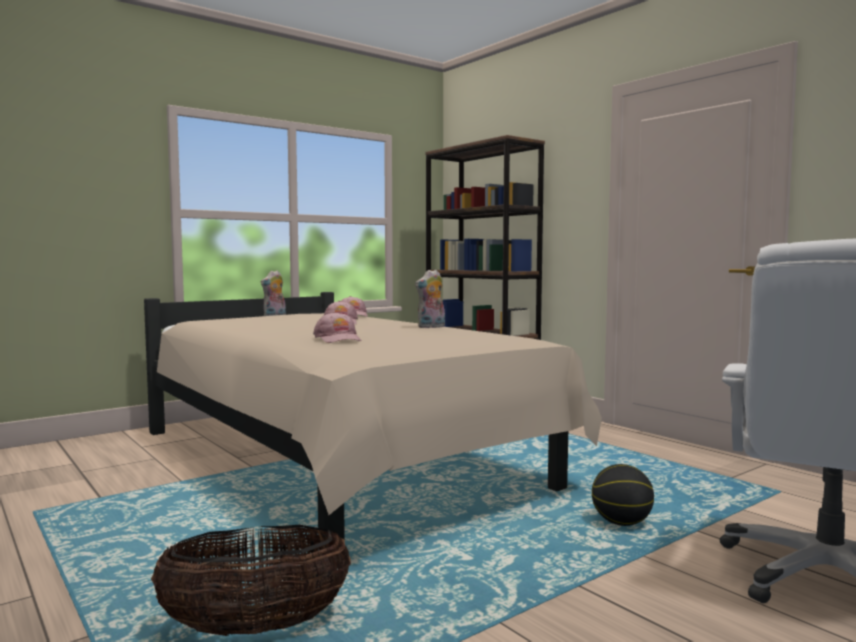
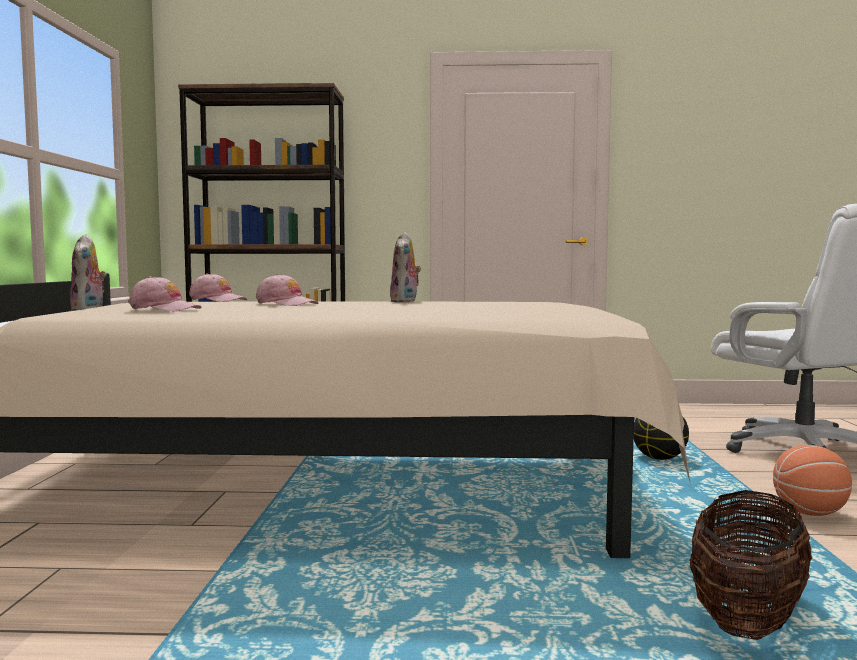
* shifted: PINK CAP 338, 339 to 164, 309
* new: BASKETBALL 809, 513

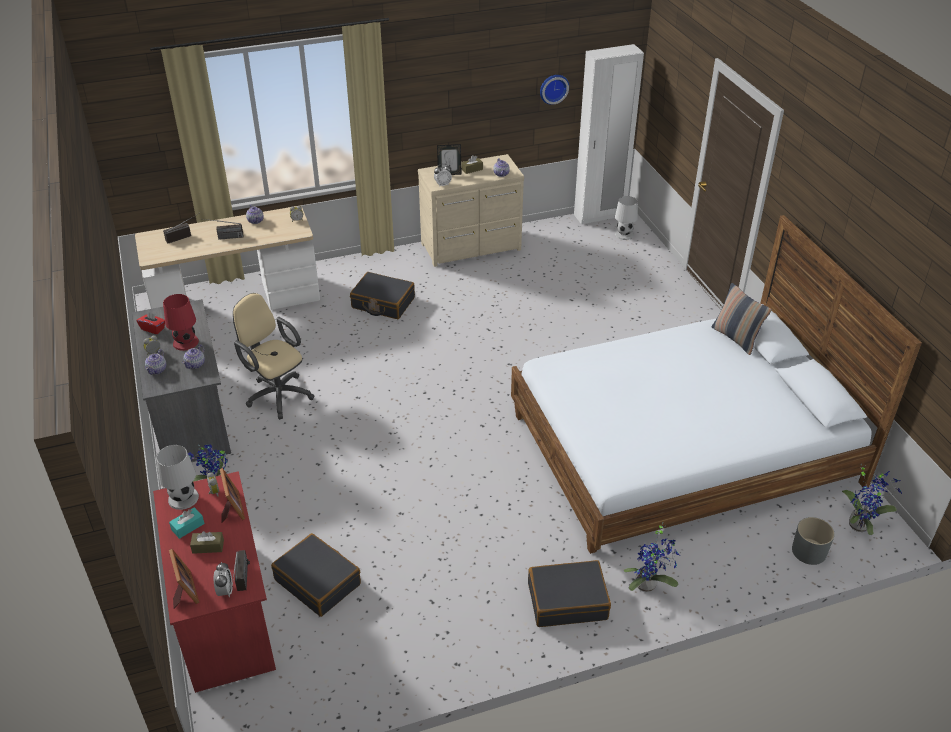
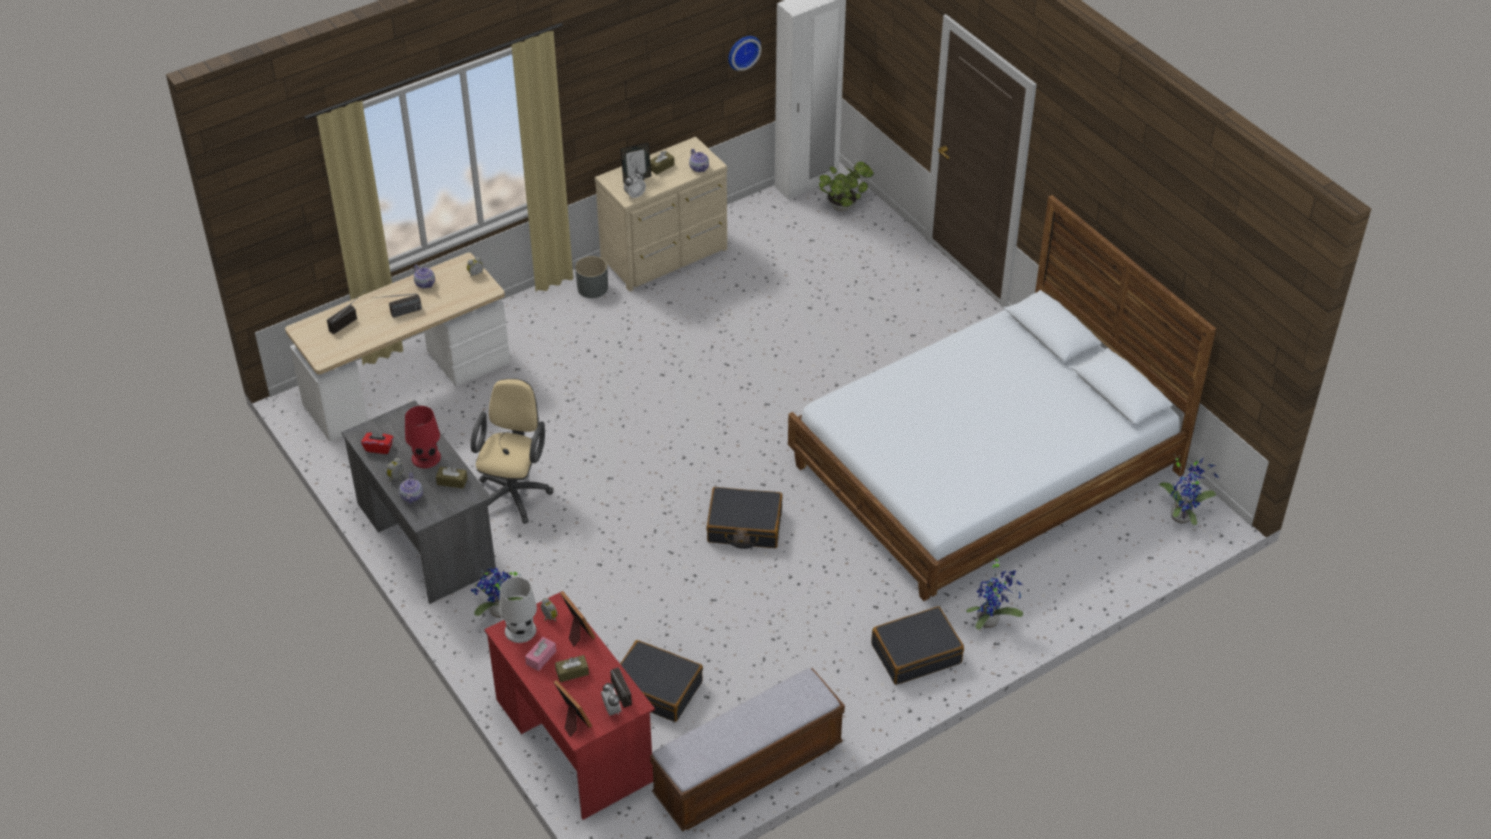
* repainted: TURQUOISE TISSUE BOX 188, 527 to PINK TISSUE BOX 541, 657
* swapped: TEAPOT 195, 364 to BROWN TISSUE BOX 452, 481
* rotated: BEIGE OFFICE CHAIR 277, 394 = 514, 492 75 degrees clockwise
* shifted: BLACK SUITCASE 383, 303 to 744, 526
* swapped: WHITE TABLE LAMP 624, 234 to POTTED PLANT 844, 205
* gone: PILLOW 736, 338
* shifted: GREY PLANTER 809, 551 to 593, 288
* new: BENCH 748, 771

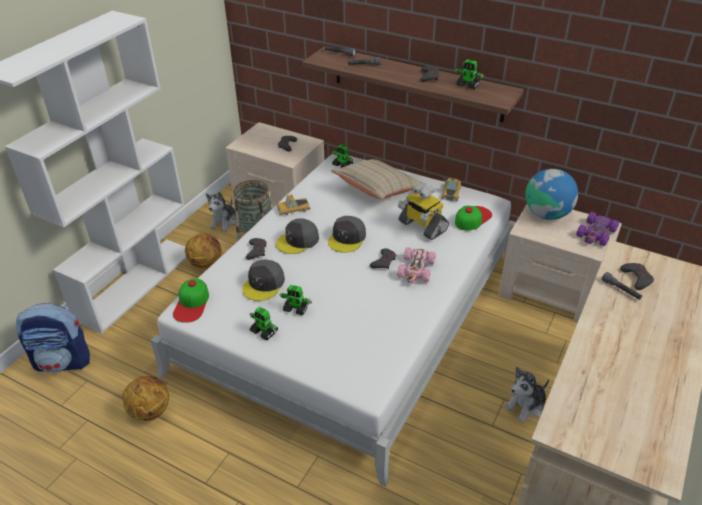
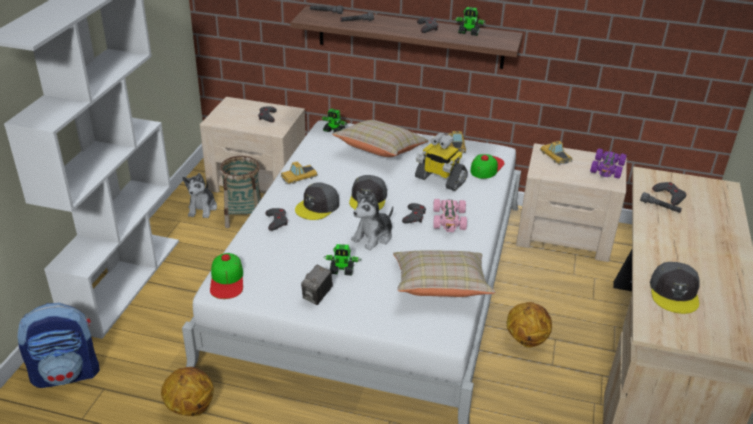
* shifted: BASKETBALL 206, 263 to 526, 339
* shifted: GREY CAP 264, 284 to 674, 293
* swapped: TOY ROBOT 264, 331 to PHOTO CAMERA 317, 296
* shifted: PLUSH TOY 526, 406 to 373, 237
* swapped: GLOBE 546, 214 to TOY CAR 555, 156
* new: BEIGE PILLOW 440, 287

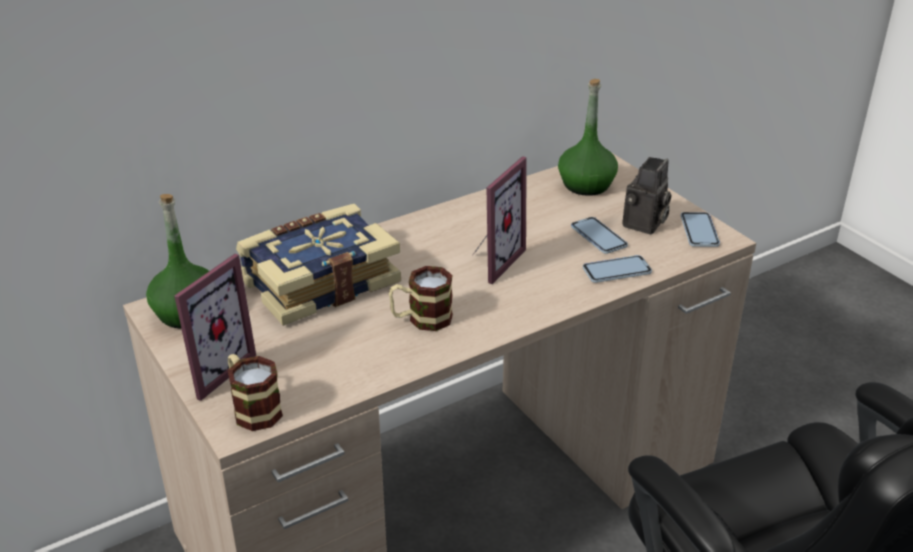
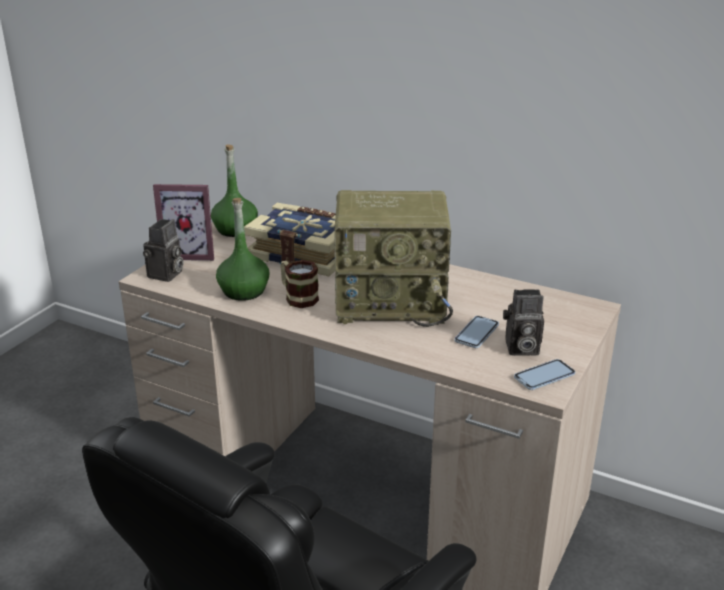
* swapped: MUG 252, 408 to PHOTO CAMERA 166, 275
* swapped: PICTURE FRAME 491, 261 to RADIO 392, 301
* shifted: GREEN BOTTLE 586, 185 to 243, 291
* gone: PHONE 616, 271

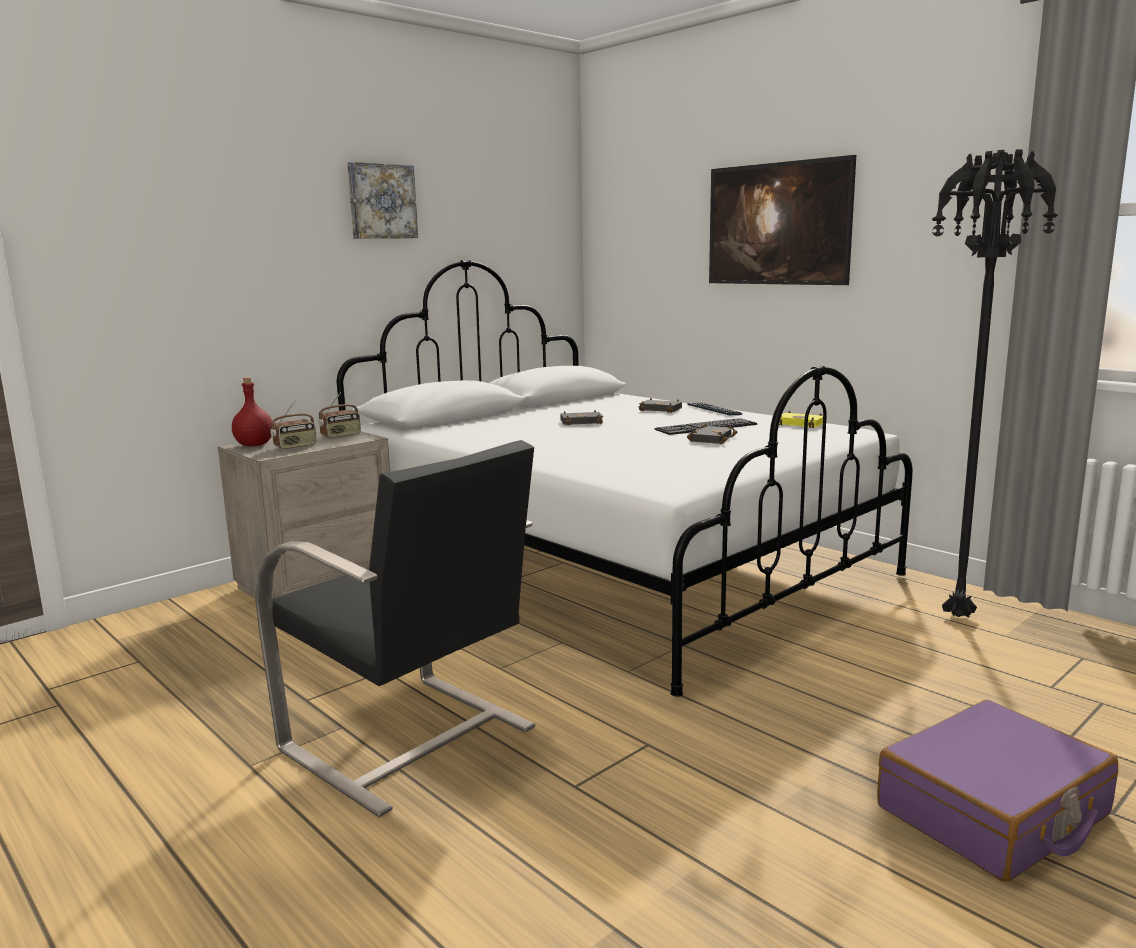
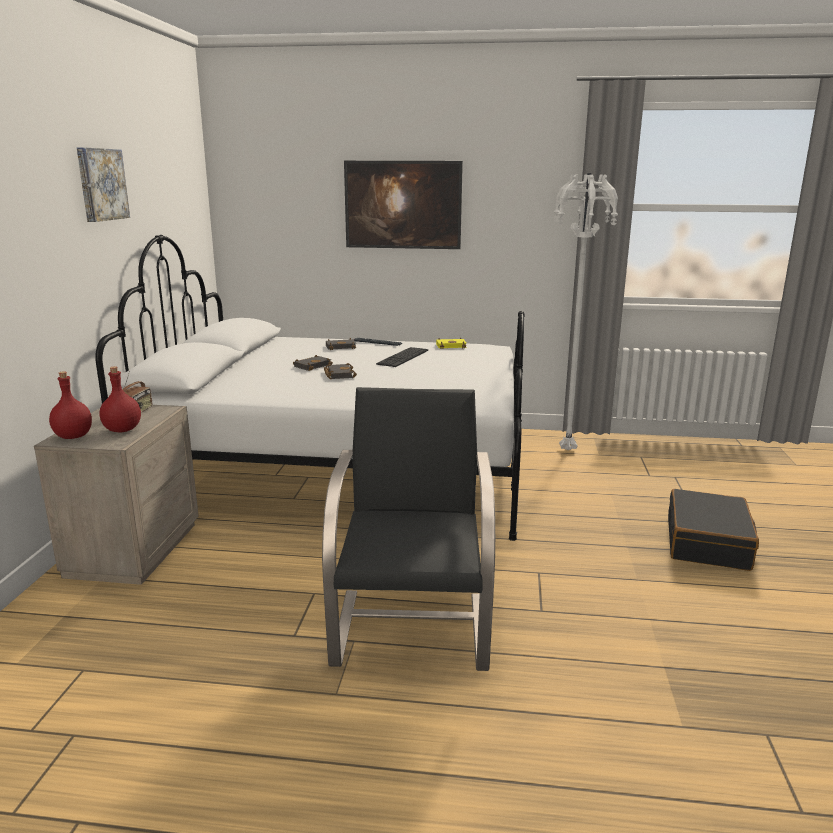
* rotated: BLACK ARMCHAIR 410, 740 = 412, 628 90 degrees counterclockwise
* swapped: RADIO 295, 446 to RED BOTTLE 122, 430
* shifted: BLACK BOOK 710, 439 to 338, 374
* repainted: PURPLE SUITCASE 993, 812 to BLACK SUITCASE 708, 543
* repainted: BLACK FLOOR LAMP 954, 616 to WHITE FLOOR LAMP 566, 450

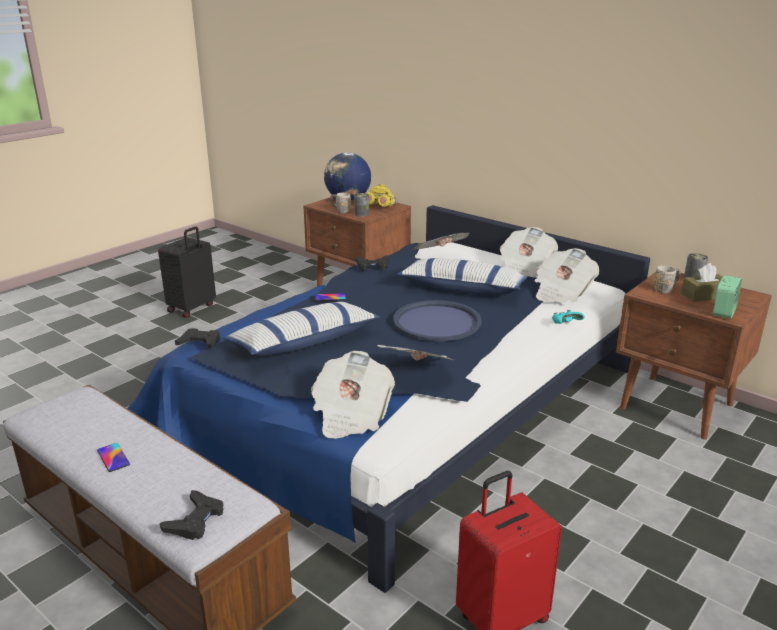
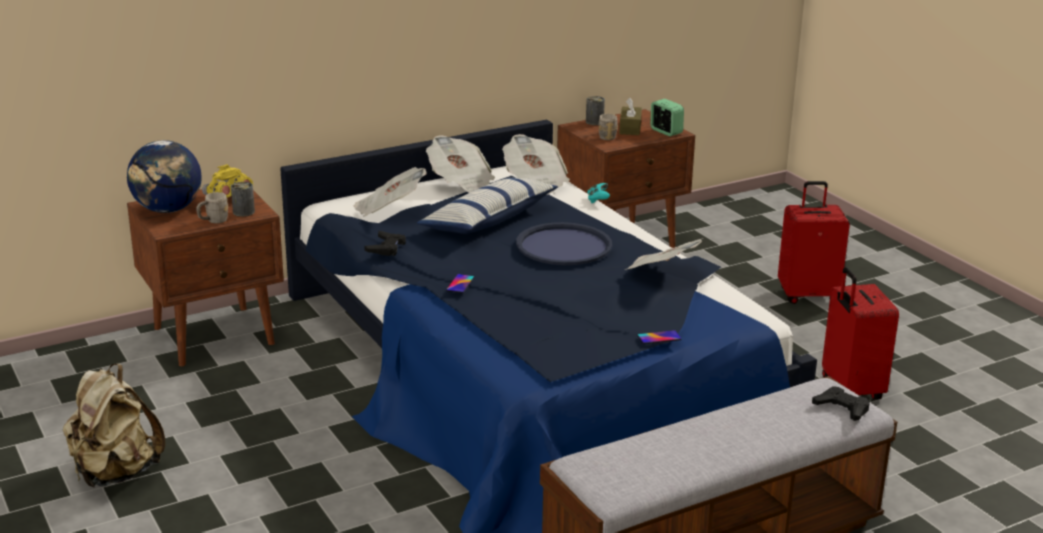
* shifted: PHONE 113, 457 to 659, 337
* swapped: BLACK SUITCASE 192, 308 to BEIGE BACKPACK 115, 473
* gone: BLACK GAME CONTROLLER 199, 342
* gone: PILLOW 303, 342
* gone: NEWSPAPER 351, 415
* new: RED SUITCASE 808, 295

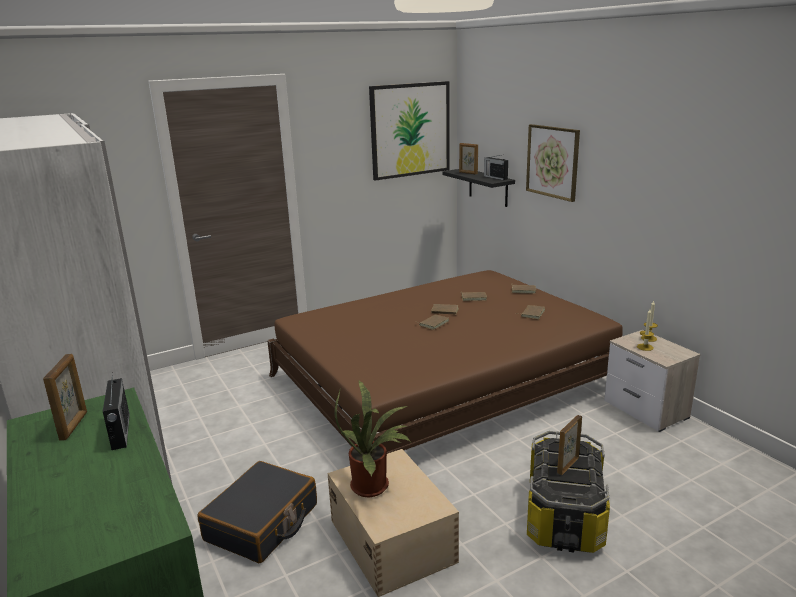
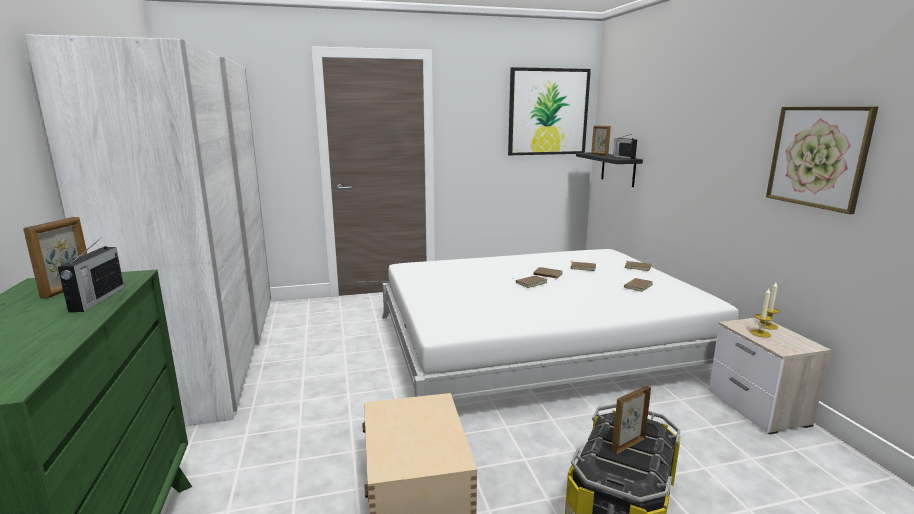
* gone: BLACK SUITCASE 262, 523
* repainted: BROWN BED 443, 381 to WHITE BED 539, 345
* gone: POTTED PLANT 374, 486
* shifted: PICTURE 552, 161 to 818, 157

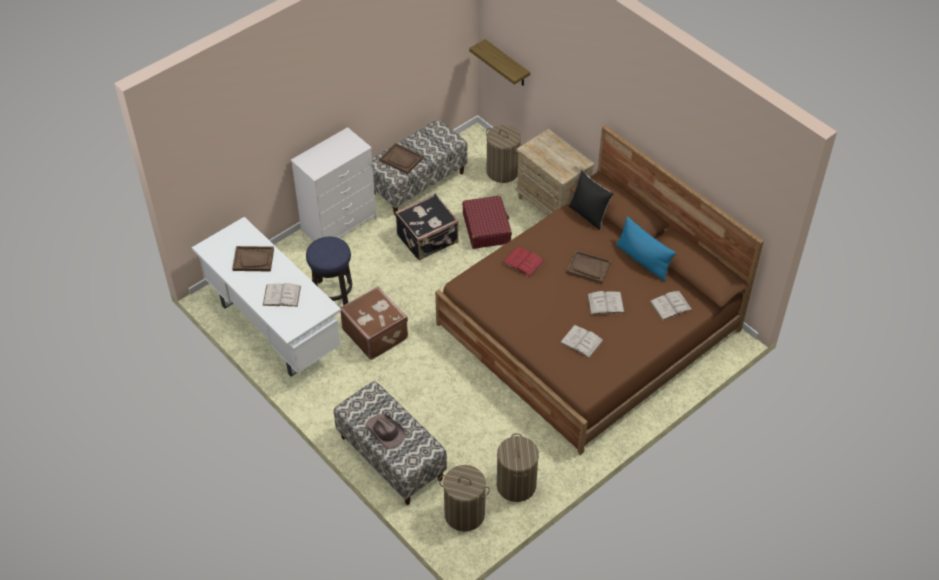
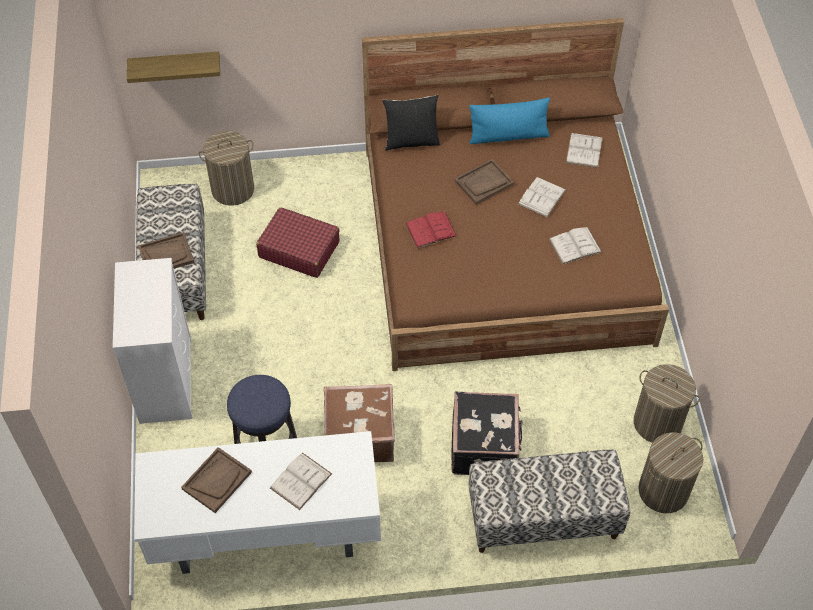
* gone: BROWN HAT 385, 432
* shifted: BLACK SUITCASE 428, 239 to 485, 446
* gone: BEIGE NIGHTSTAND 552, 205

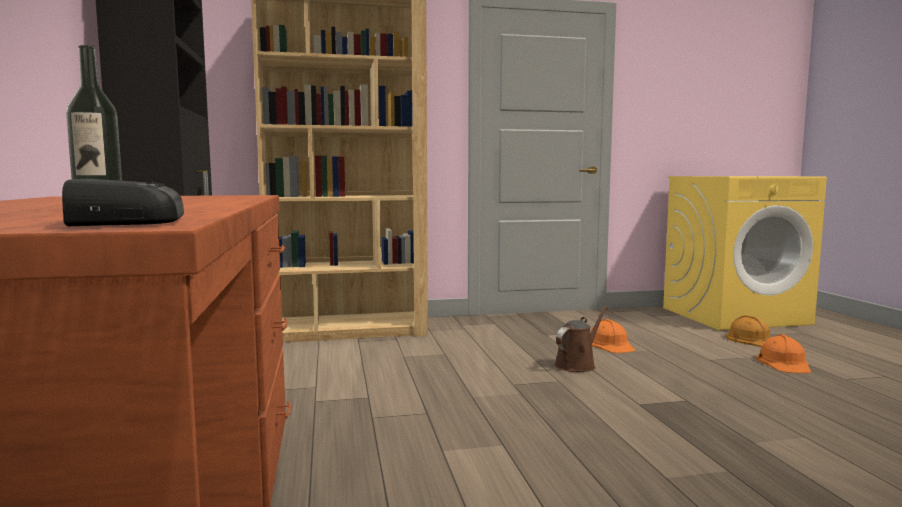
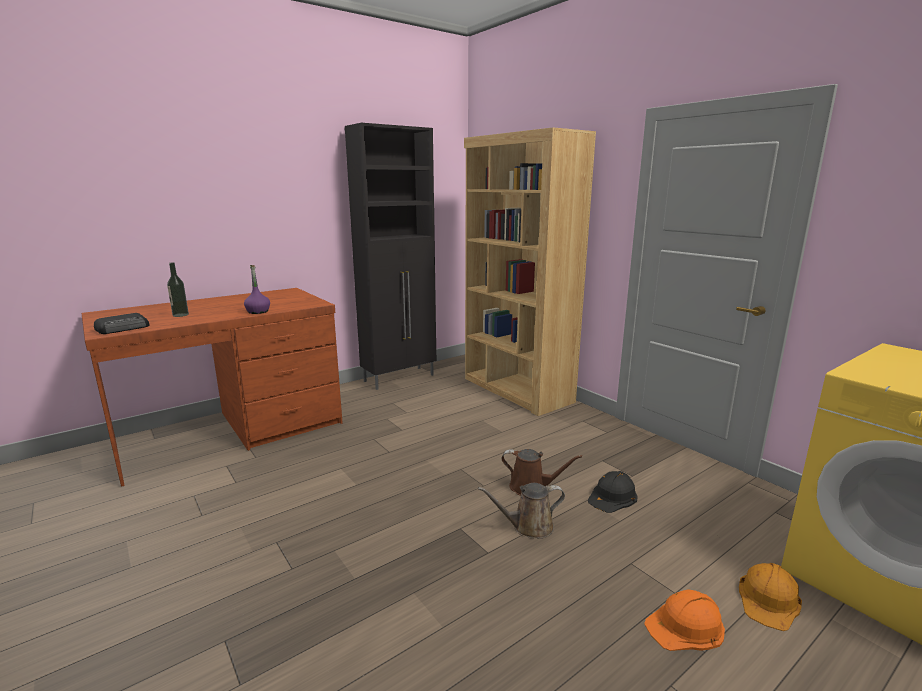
* repainted: ORANGE HARD HAT 610, 344 to BLACK HARD HAT 612, 497
* new: PURPLE BOTTLE 258, 311
* new: BROWN WATERING CAN 528, 527

